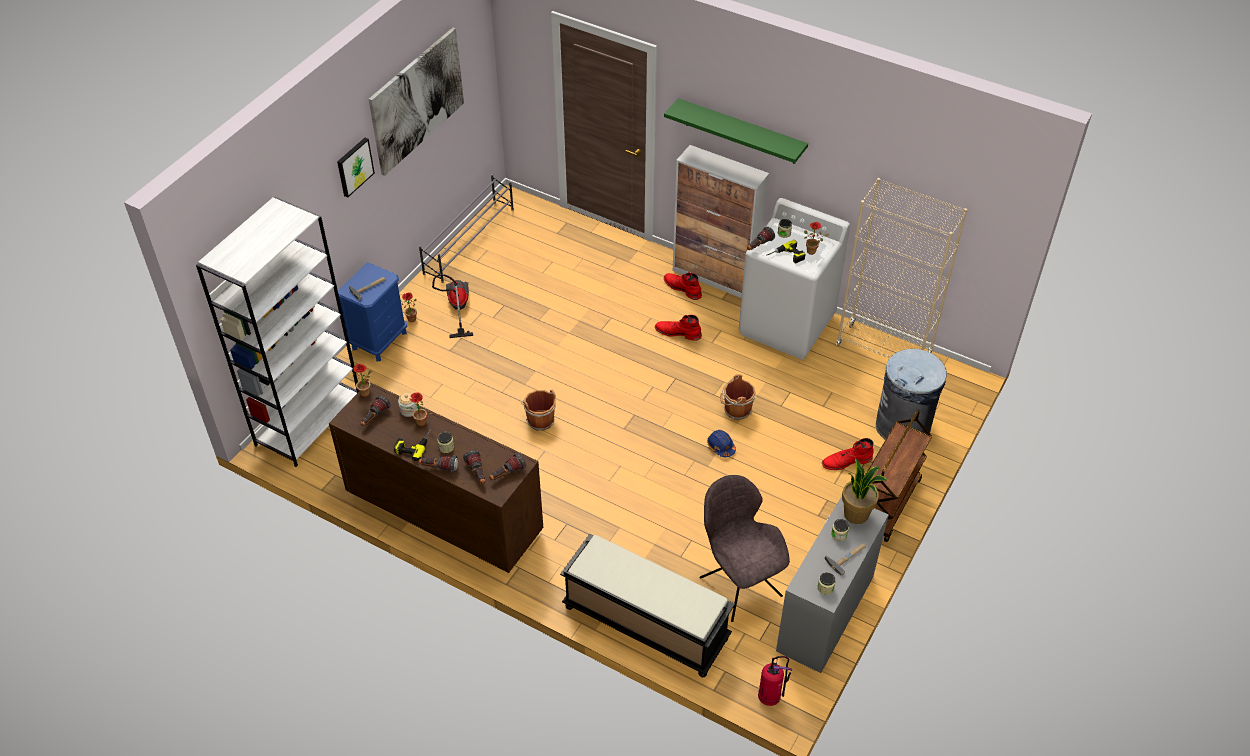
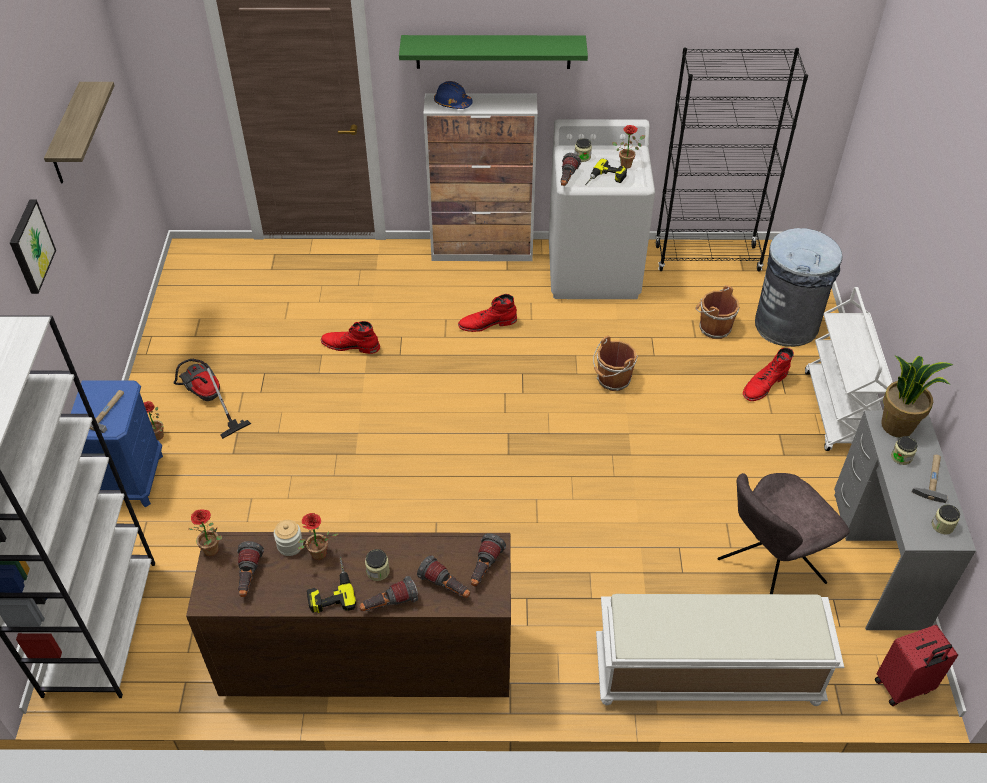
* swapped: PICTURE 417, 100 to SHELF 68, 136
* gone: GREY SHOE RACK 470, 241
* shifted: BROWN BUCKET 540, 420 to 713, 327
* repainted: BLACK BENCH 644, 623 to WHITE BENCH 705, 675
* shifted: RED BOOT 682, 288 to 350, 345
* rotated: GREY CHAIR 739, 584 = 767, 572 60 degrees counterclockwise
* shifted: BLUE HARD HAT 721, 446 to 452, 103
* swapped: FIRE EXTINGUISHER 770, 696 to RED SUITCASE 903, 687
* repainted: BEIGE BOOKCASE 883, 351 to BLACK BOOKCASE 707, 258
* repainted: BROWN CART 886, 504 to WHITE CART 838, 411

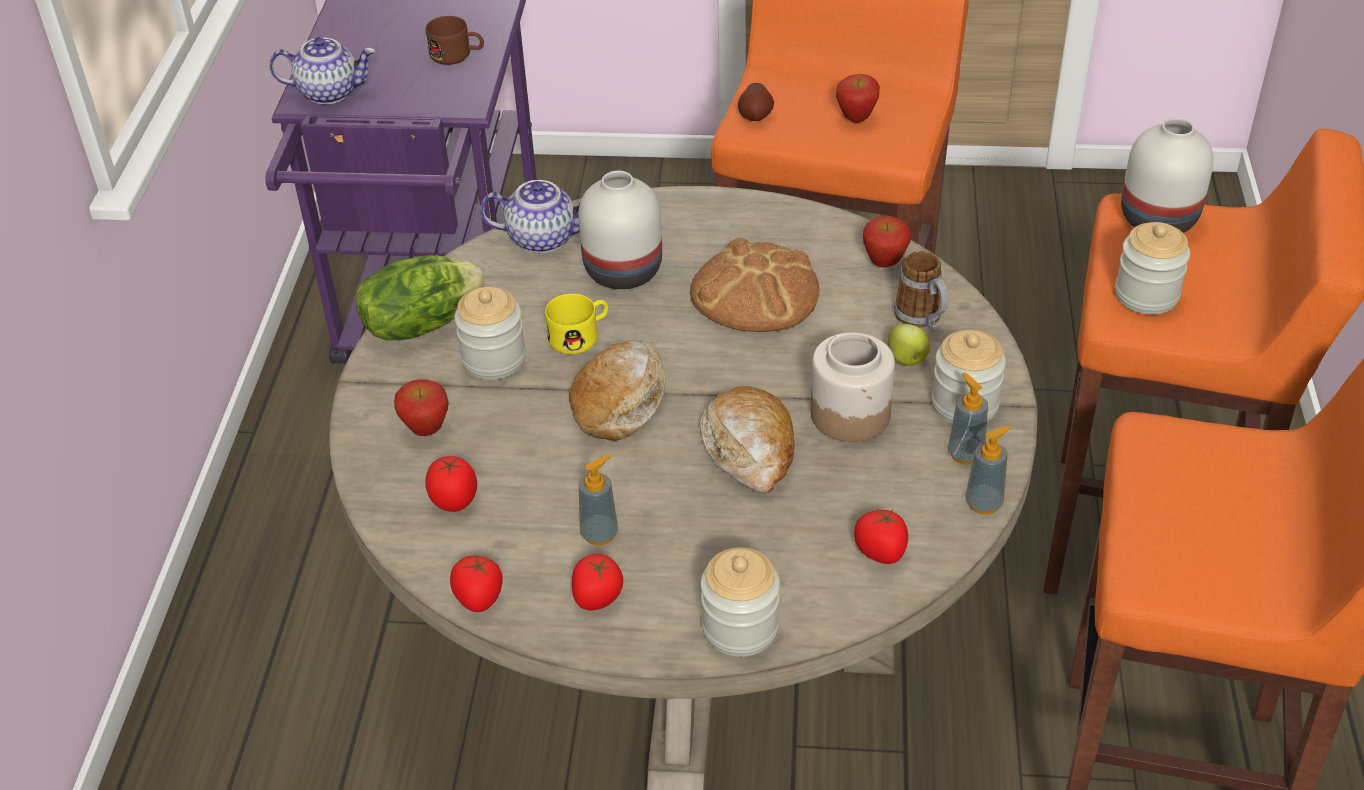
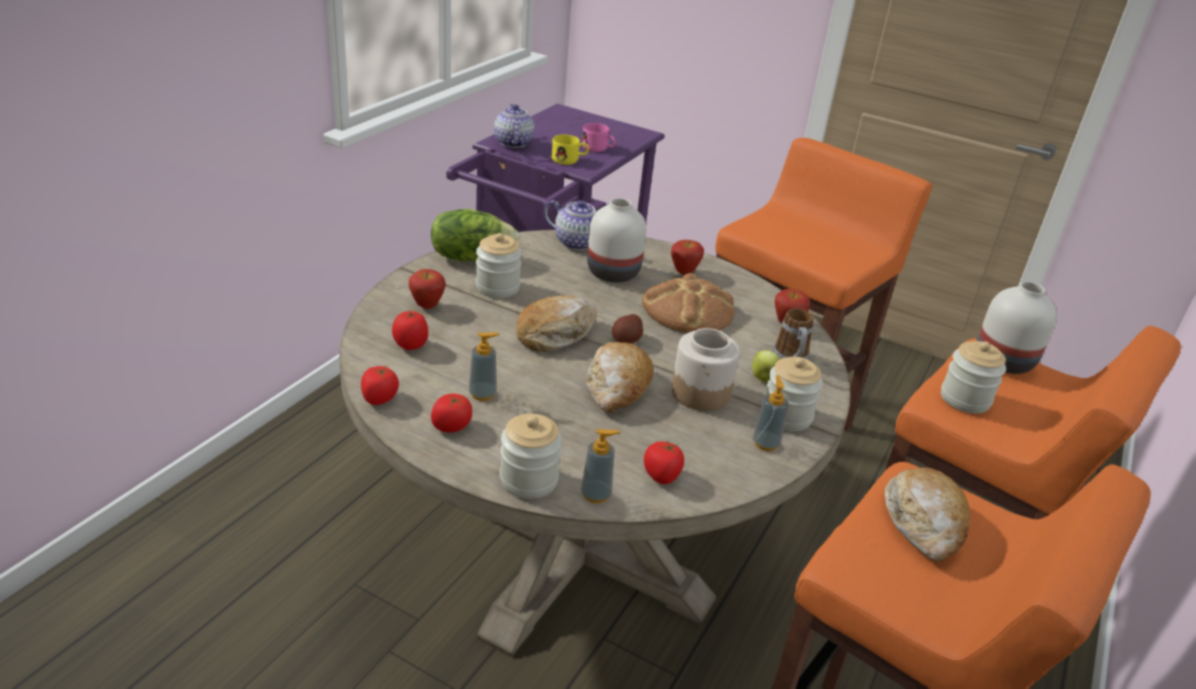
* rotated: TEAPOT 330, 92 = 512, 142 120 degrees counterclockwise
* repainted: BROWN MUG 457, 55 to PINK MUG 598, 149
* shifted: YELLOW MUG 580, 336 to 569, 160
* shifted: POTATO 755, 115 to 626, 340
* shifted: APPLE 856, 118 to 684, 272
* shifted: SOAP DISPENSER 984, 503 to 596, 494
* new: BREAD 924, 523

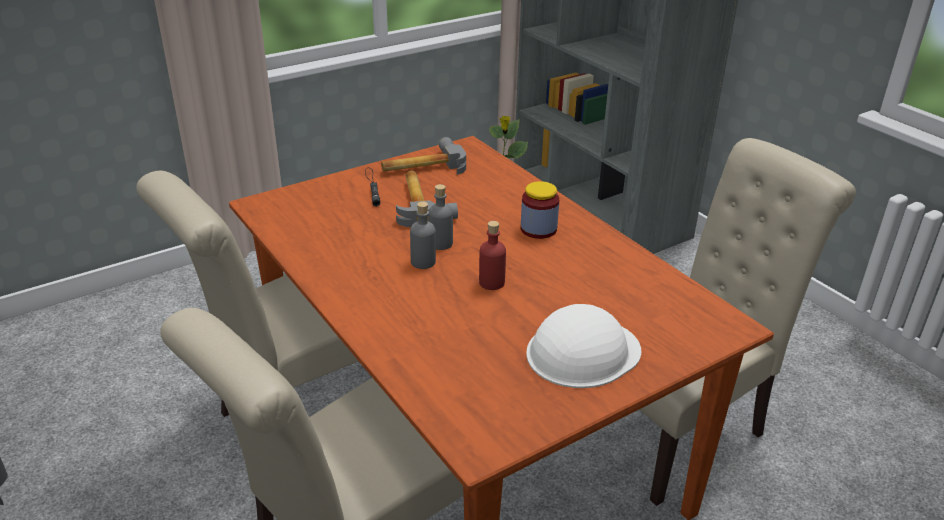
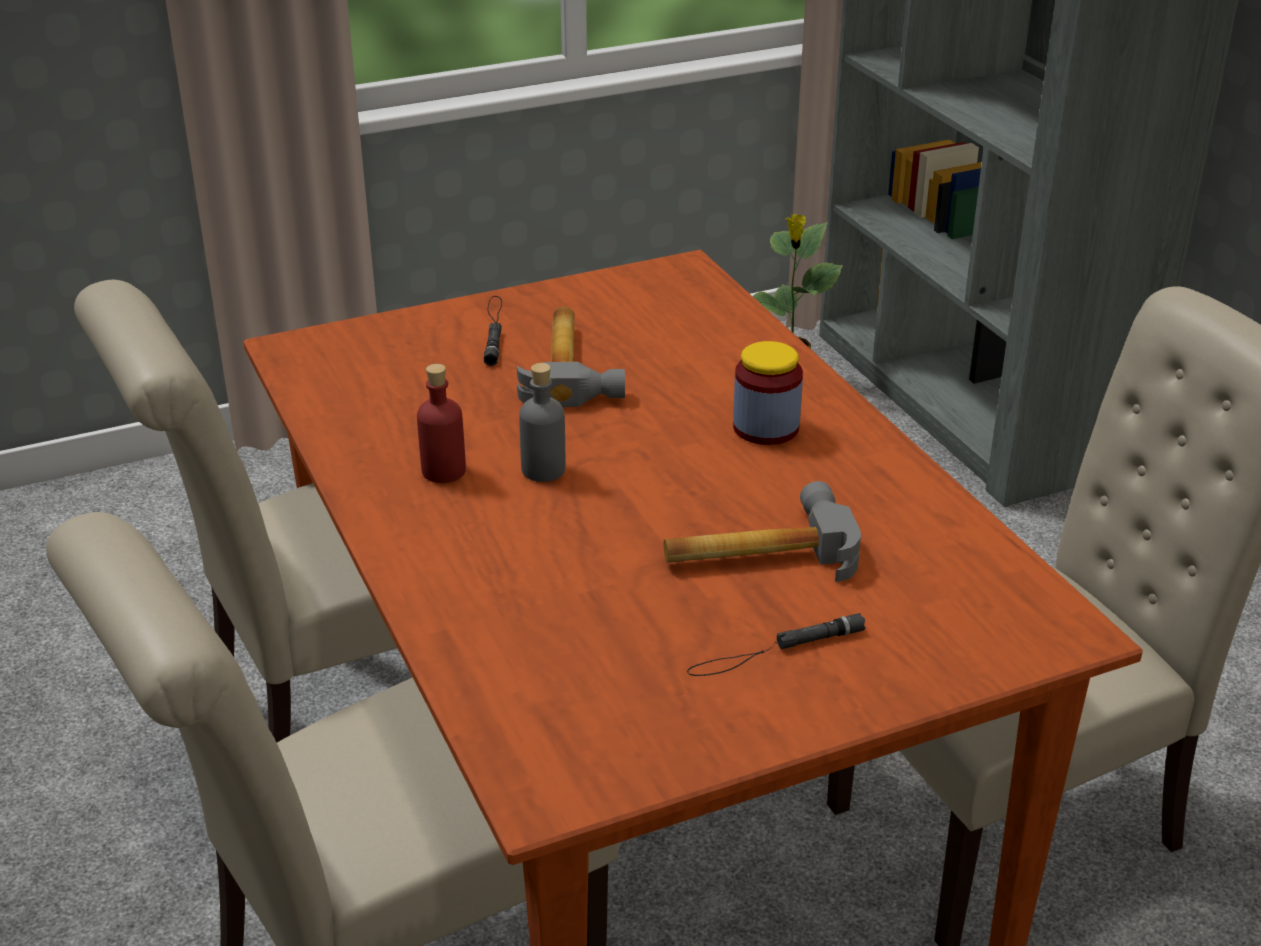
* shifted: HAMMER 422, 166 to 757, 551
* gone: GREY BOTTLE 440, 243
* shifted: RED BOTTLE 491, 282 to 443, 471
* swapped: WHITE HARD HAT 582, 352 to BLACK FLASHLIGHT 775, 651

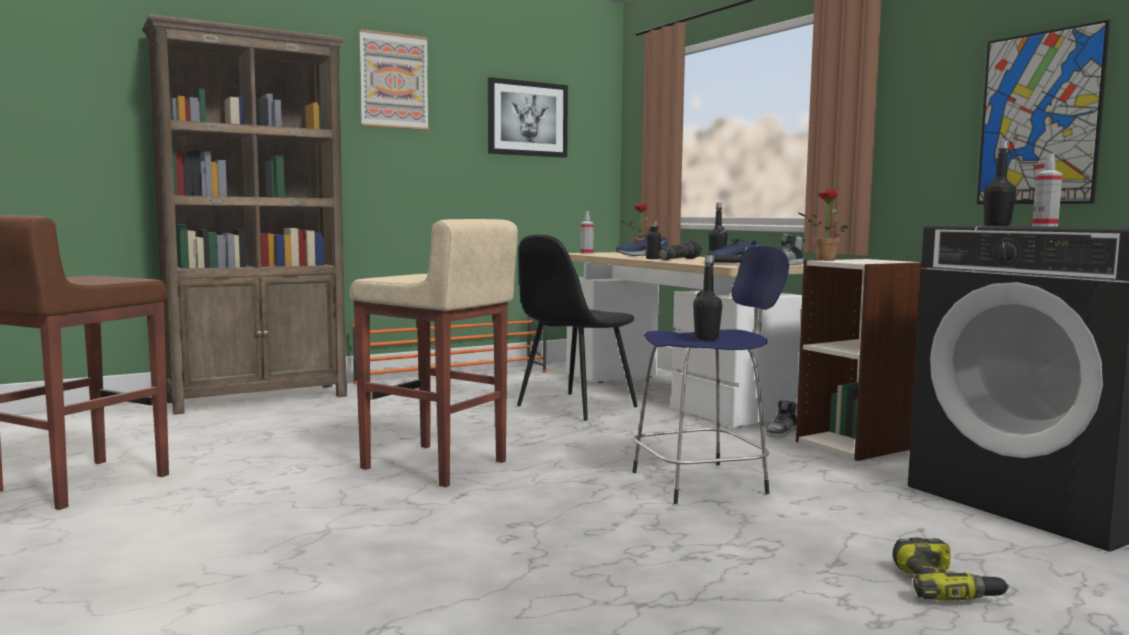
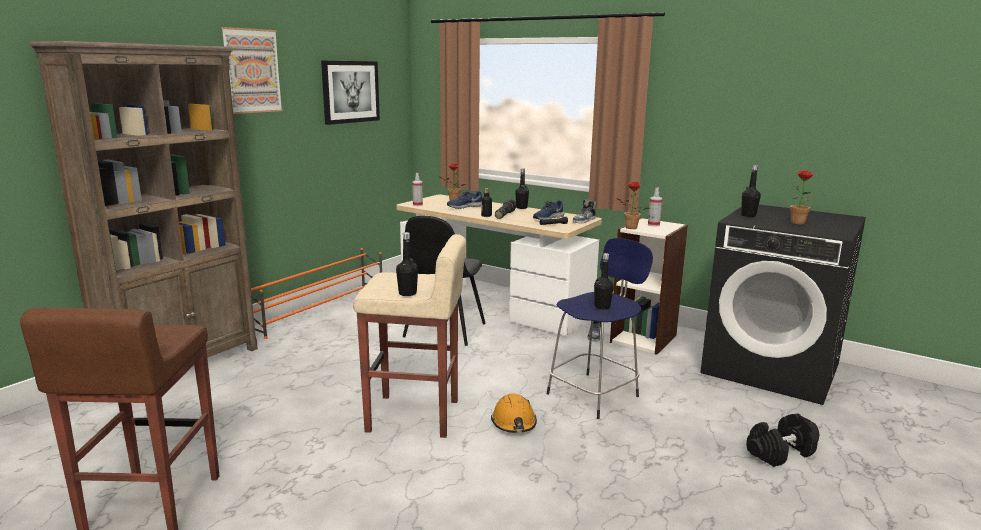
* swapped: POWER DRILL 945, 587 to BLACK DUMBBELL 780, 452
* gone: PICTURE 1039, 118
* shifted: SPRAY BOTTLE 1045, 226 to 653, 225
* new: BLACK BOTTLE 407, 293
* new: ORANGE HARD HAT 514, 423
* new: POTTED PLANT 799, 223

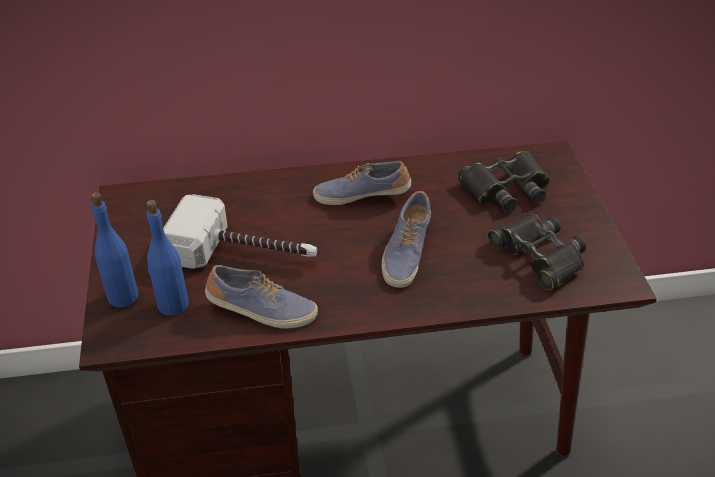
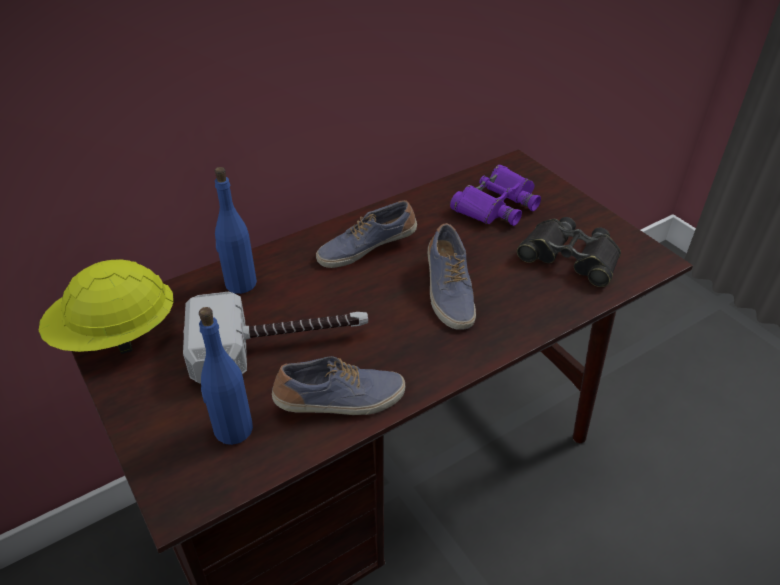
* shifted: BLUE BOTTLE 122, 296 to 240, 283
* repainted: BLACK BINOCULARS 506, 188 to PURPLE BINOCULARS 497, 205
* new: YELLOW HARD HAT 116, 336

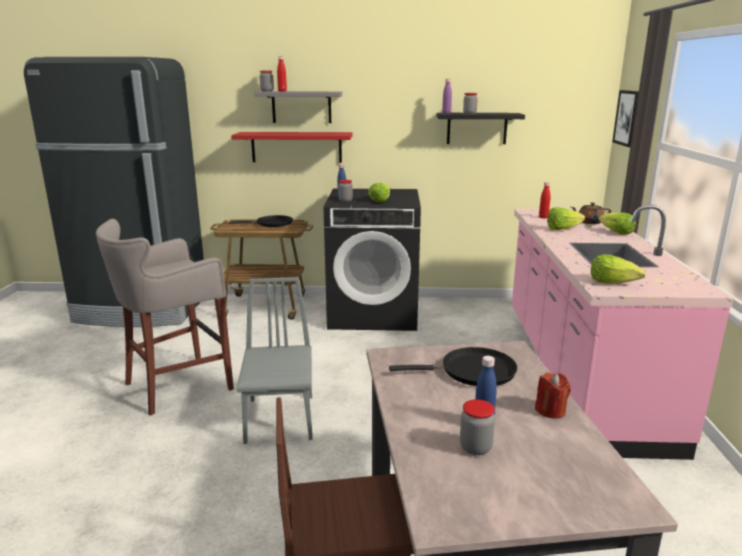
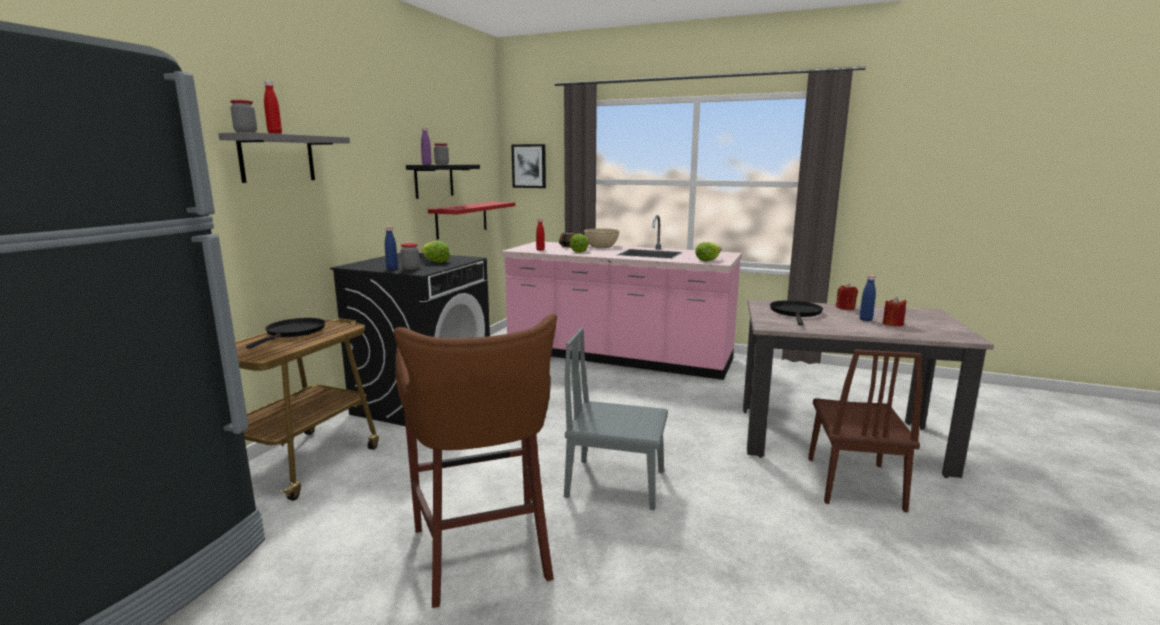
* repainted: GREY STOOL 175, 386 to BROWN STOOL 484, 554
* shifted: RED SHELF 296, 147 to 462, 219
* swapped: JAR 475, 447 to RED CANDLE 892, 324
* swapped: LETTUCE 615, 232 to BEIGE BOWL 601, 246

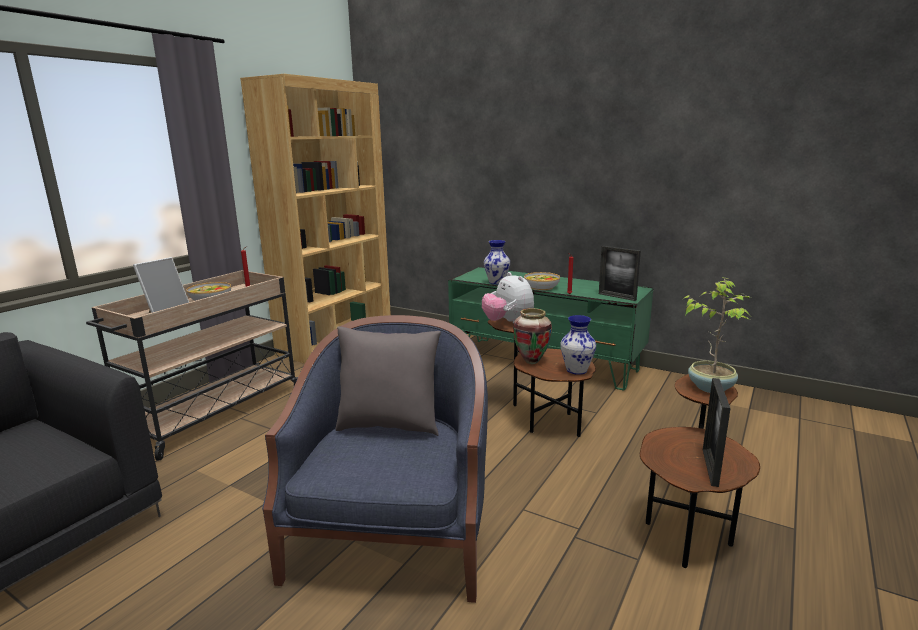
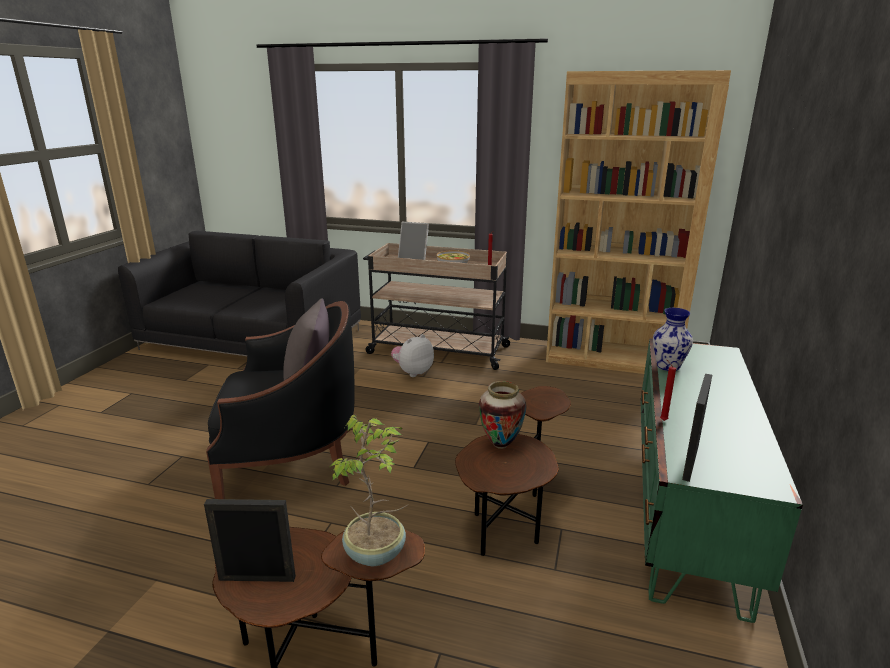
* repainted: BLUE ARMCHAIR 393, 536 to BLACK ARMCHAIR 291, 460
* shifted: PLUSH TOY 508, 323 to 413, 372
* gone: BOWL 541, 287
* gone: VASE 576, 370

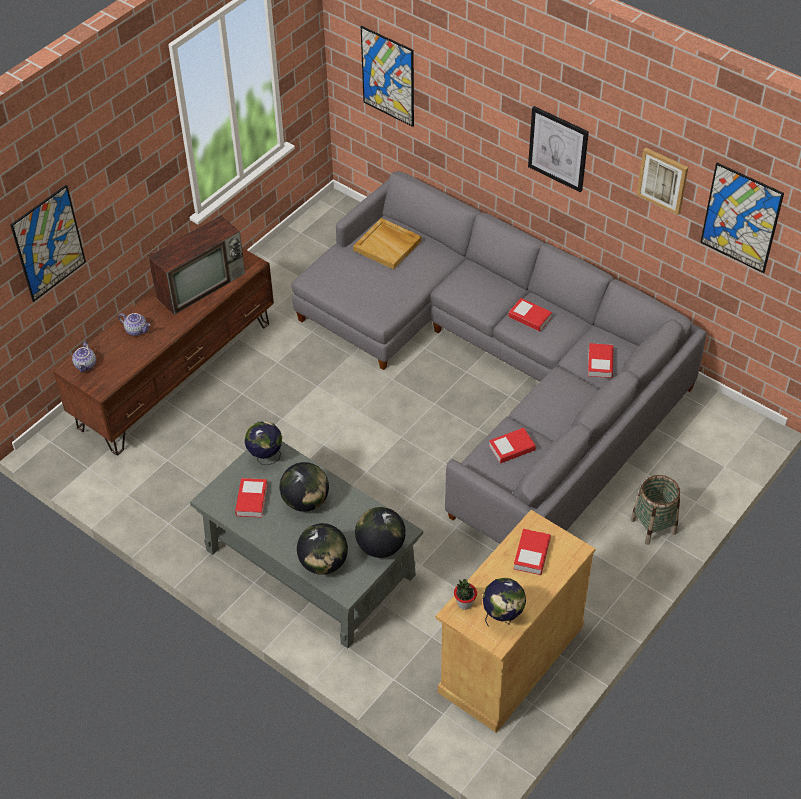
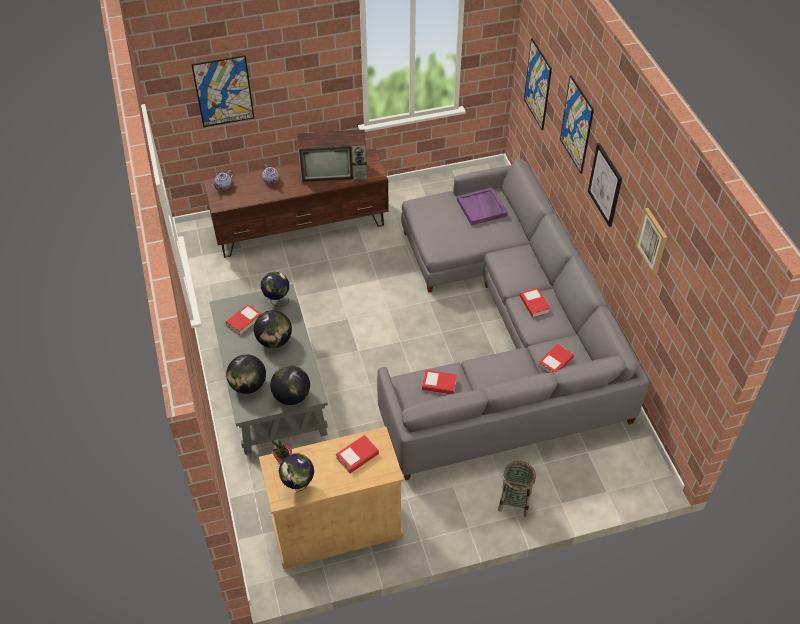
* repainted: BEIGE TRAY 388, 245 to PURPLE TRAY 482, 208
* shifted: PICTURE 741, 218 to 576, 125

